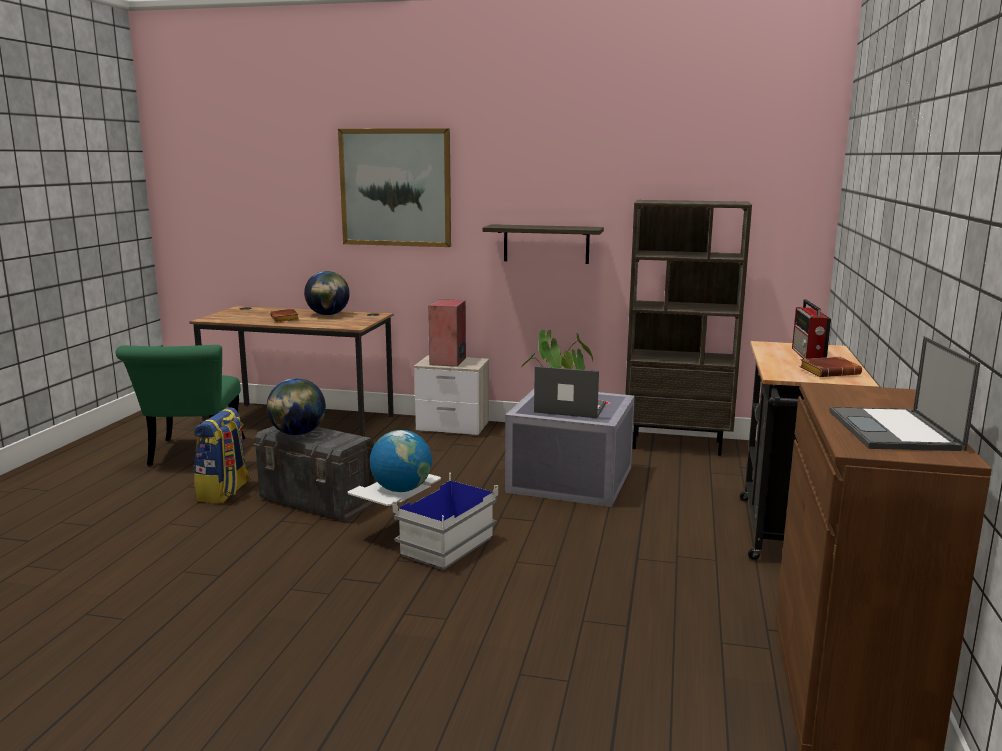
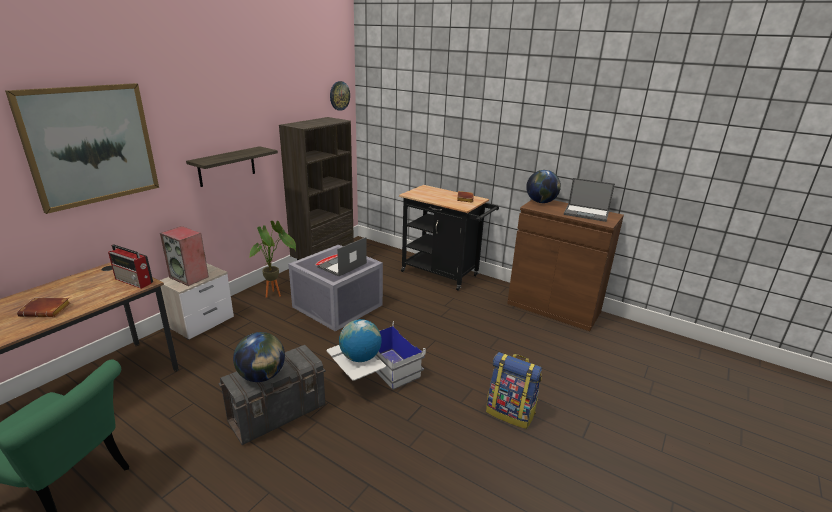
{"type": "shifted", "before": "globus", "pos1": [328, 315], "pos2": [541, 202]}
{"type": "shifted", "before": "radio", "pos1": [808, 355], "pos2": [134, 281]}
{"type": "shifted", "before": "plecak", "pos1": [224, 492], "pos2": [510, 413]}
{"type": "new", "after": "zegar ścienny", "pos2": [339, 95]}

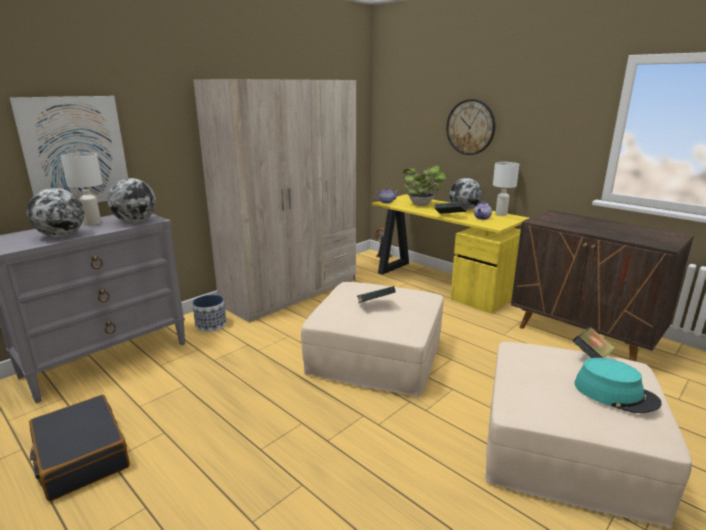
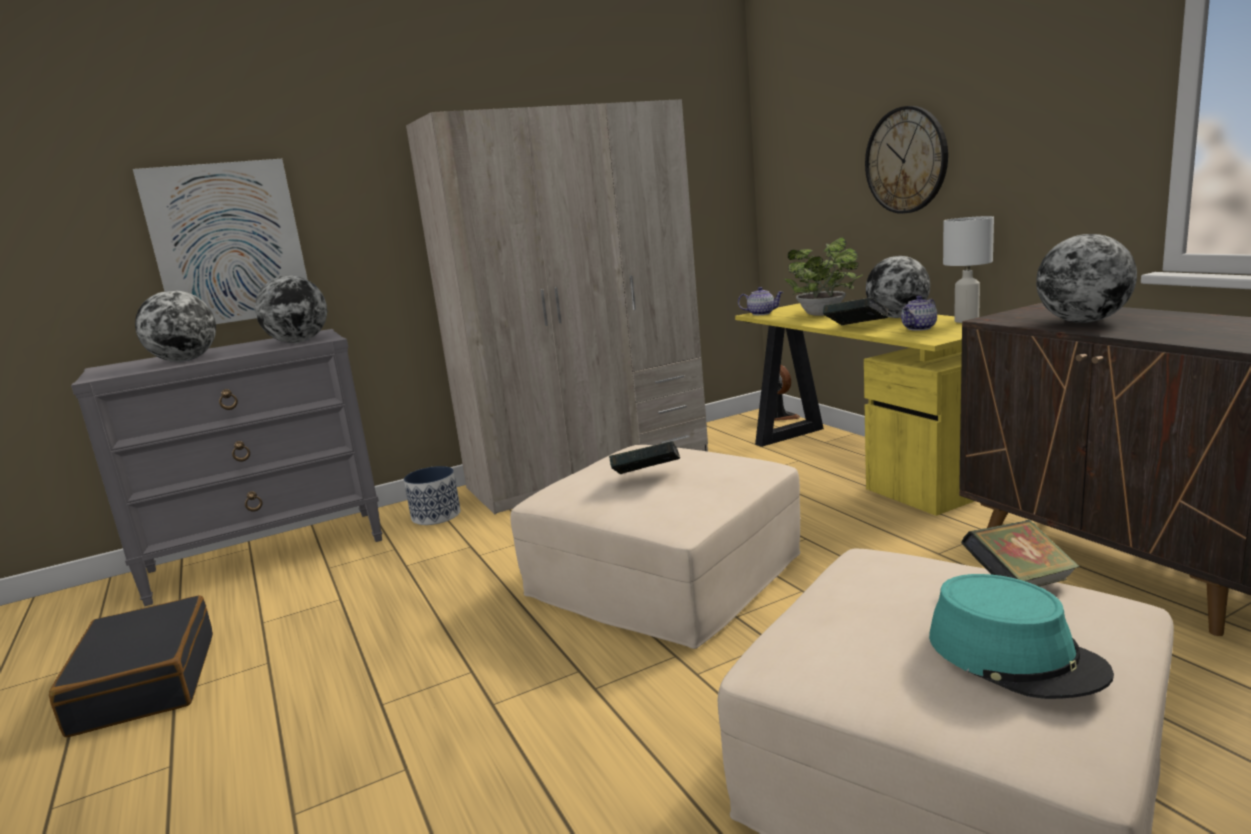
{"type": "gone", "before": "lampa stołowa [biały]", "pos1": [93, 223]}
{"type": "new", "after": "globus", "pos2": [1082, 322]}

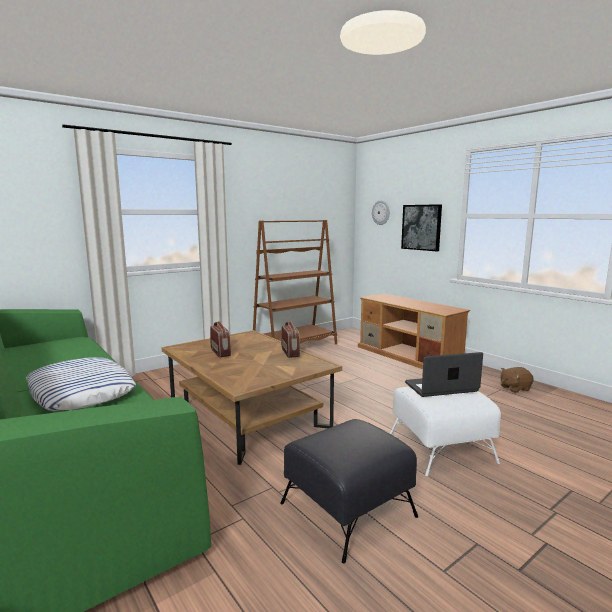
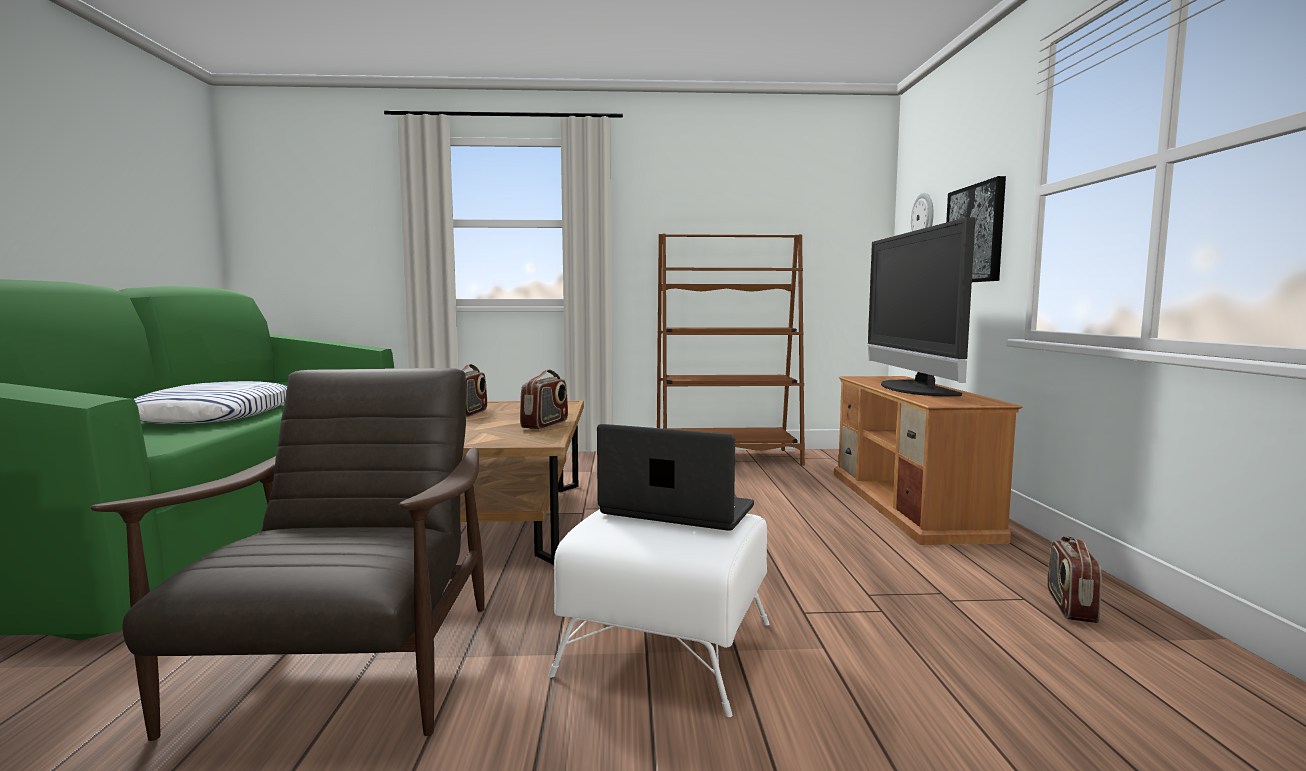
{"type": "swapped", "before": "pluszak [brązowy]", "after": "radio", "pos1": [514, 388], "pos2": [1070, 606]}
{"type": "swapped", "before": "pufa [czarny]", "after": "fotel [brązowy]", "pos1": [348, 509], "pos2": [345, 669]}
{"type": "new", "after": "telewizor", "pos2": [913, 388]}

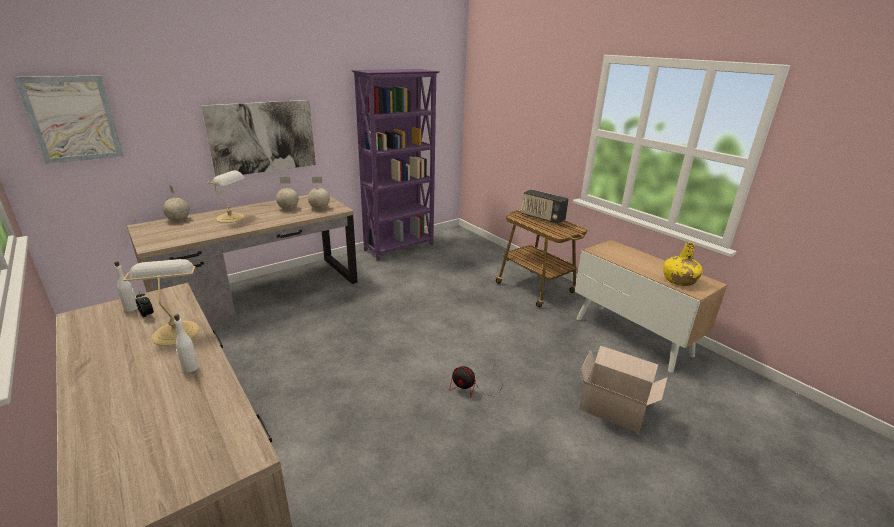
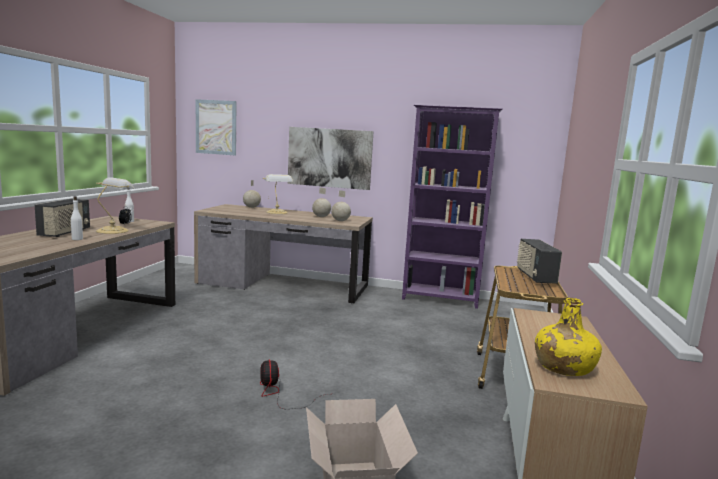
{"type": "new", "after": "radio", "pos2": [65, 233]}

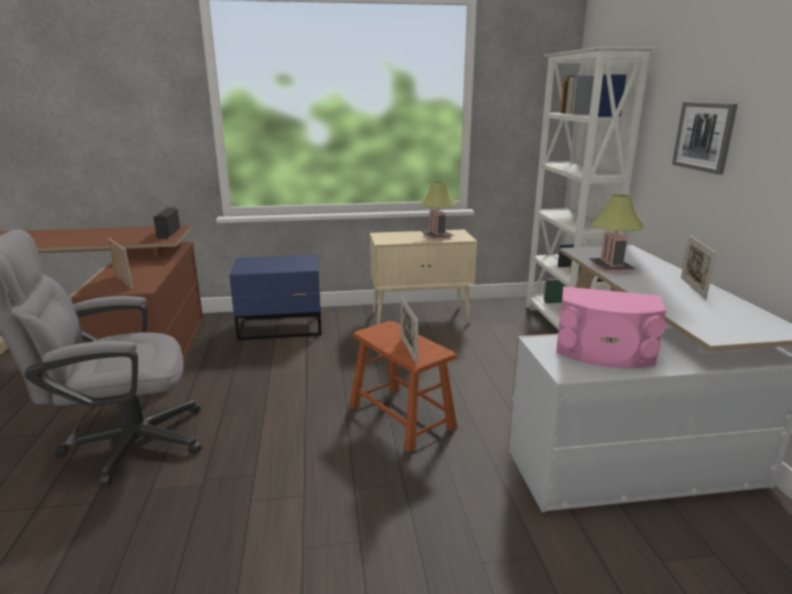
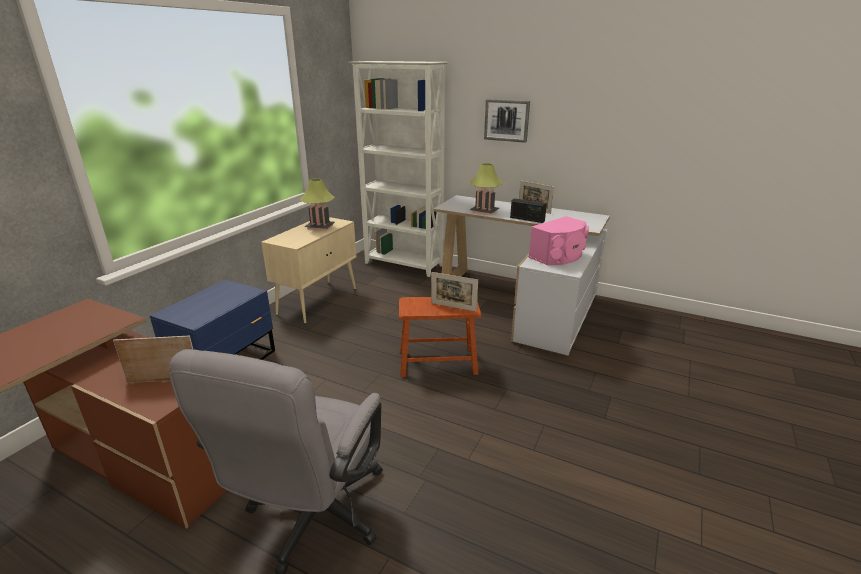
{"type": "shifted", "before": "radio", "pos1": [168, 233], "pos2": [527, 219]}

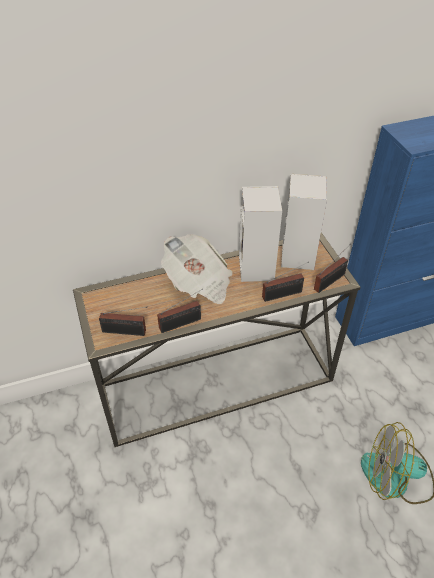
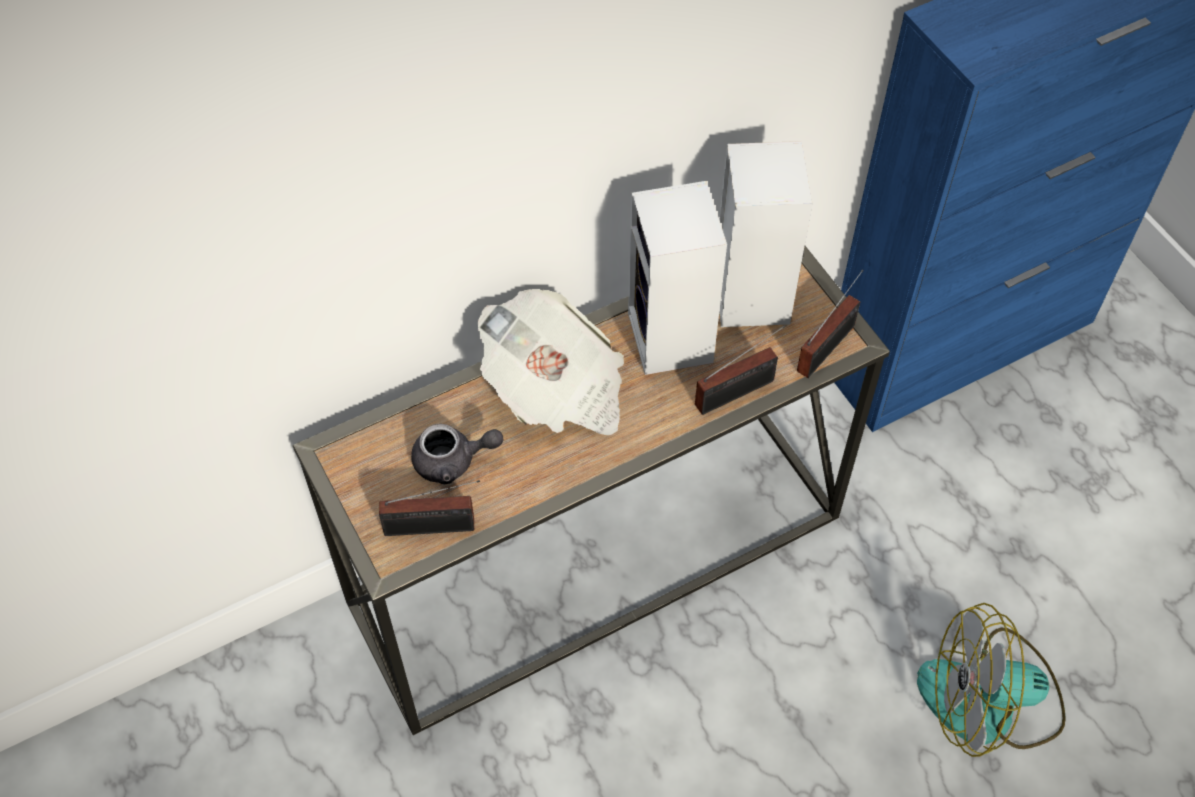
{"type": "gone", "before": "radio", "pos1": [182, 323]}
{"type": "new", "after": "imbryk [szary]", "pos2": [453, 461]}

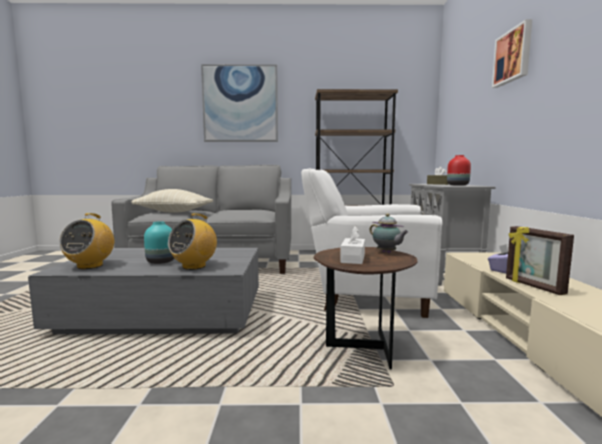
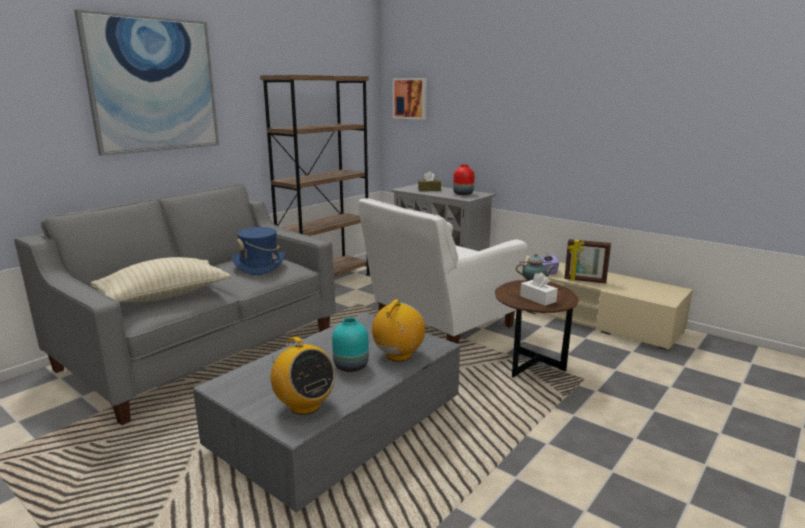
{"type": "shifted", "before": "obraz", "pos1": [513, 56], "pos2": [410, 98]}
{"type": "rotated", "before": "radio", "pos1": [194, 266], "pos2": [398, 355], "turn": -135}
{"type": "new", "after": "kapelusz [niebieski]", "pos2": [260, 265]}

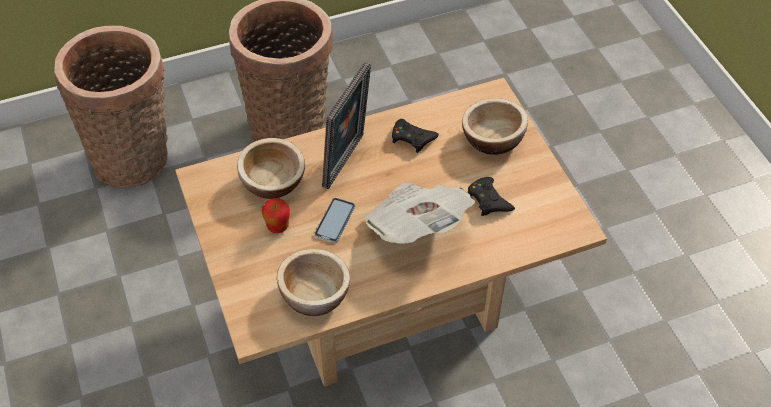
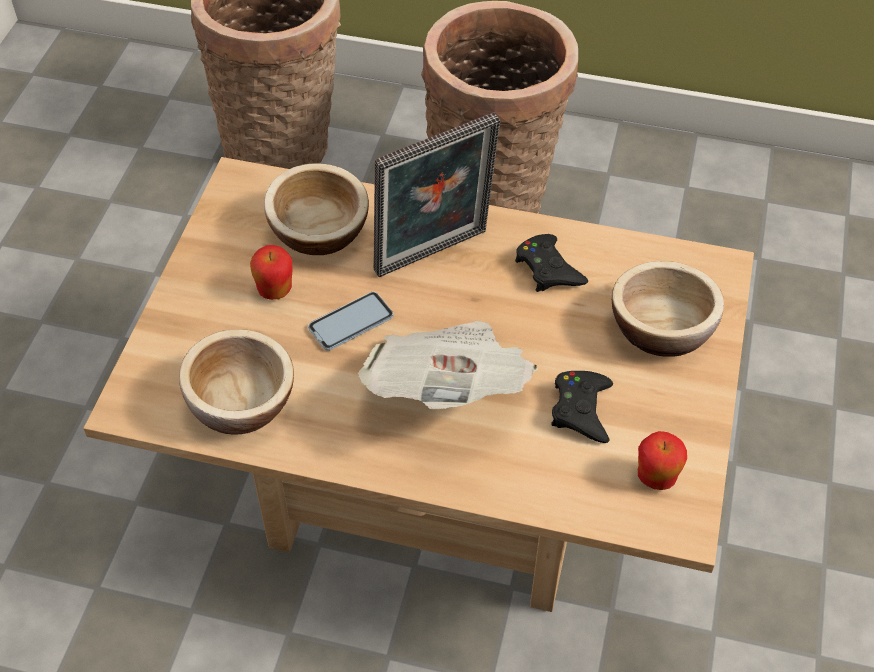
{"type": "new", "after": "jabłko", "pos2": [656, 477]}

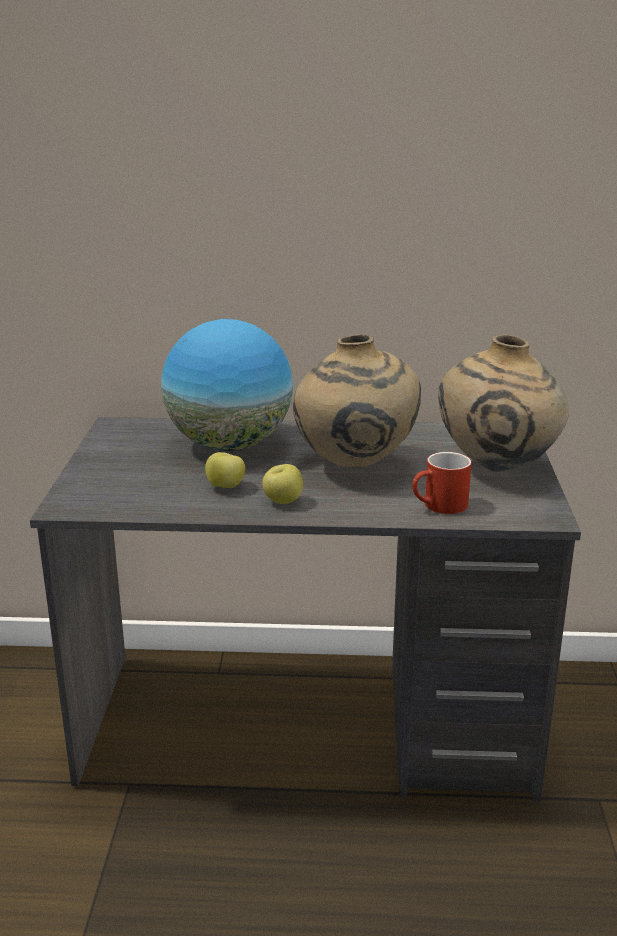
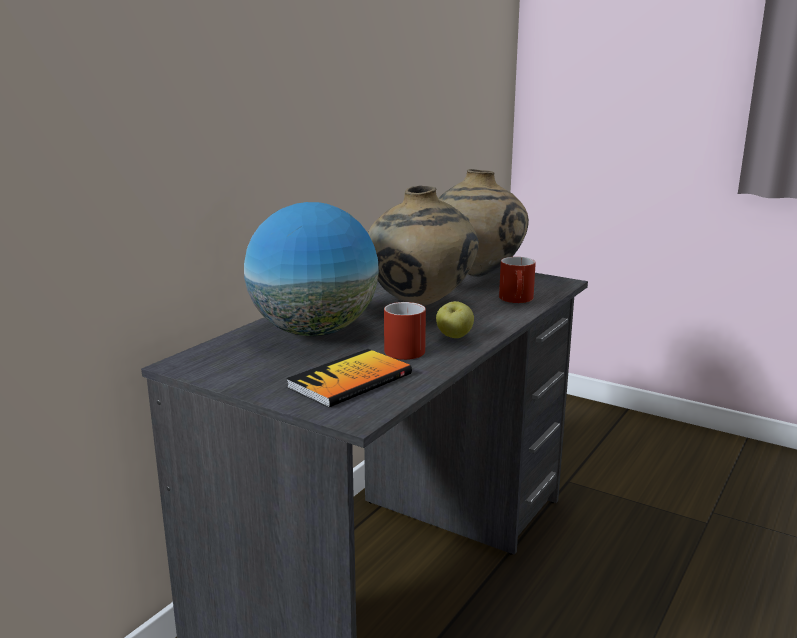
{"type": "swapped", "before": "jabłko", "after": "kubek [czerwony]", "pos1": [226, 487], "pos2": [401, 349]}
{"type": "new", "after": "książka", "pos2": [350, 381]}

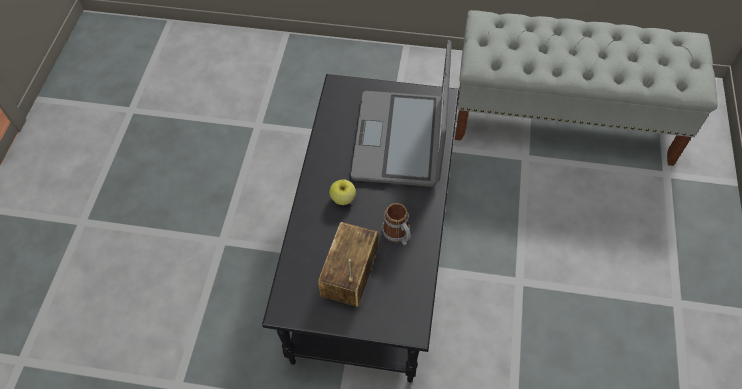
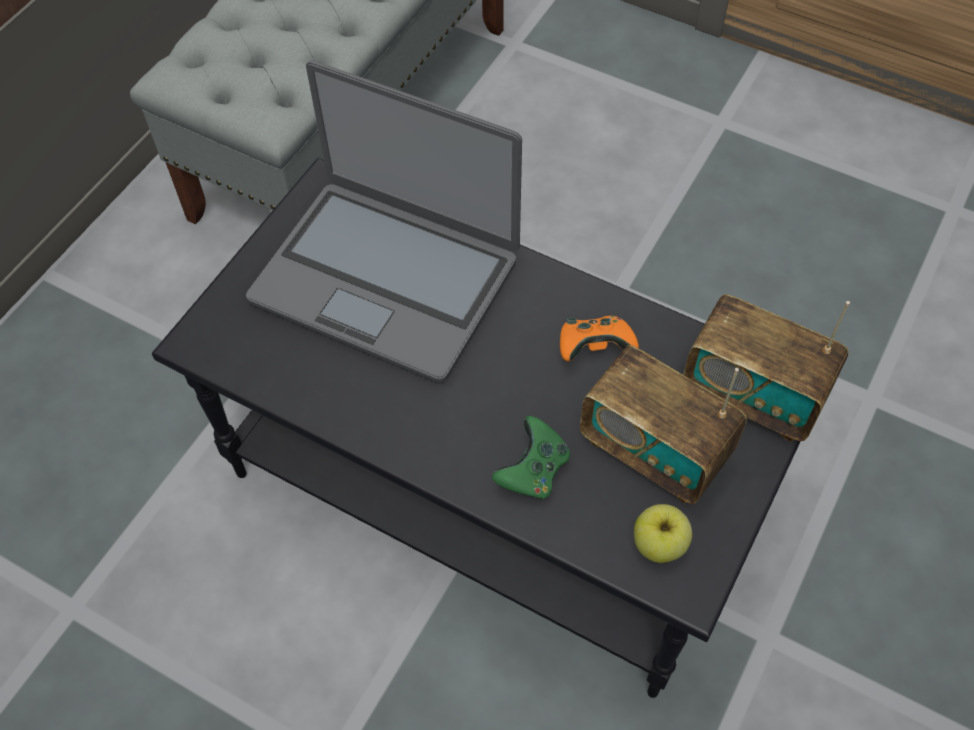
{"type": "shifted", "before": "jabłko", "pos1": [343, 199], "pos2": [659, 544]}
{"type": "swapped", "before": "kubek", "after": "pad do gier [pomarańczowy]", "pos1": [398, 235], "pos2": [594, 348]}
{"type": "new", "after": "radio", "pos2": [752, 395]}
{"type": "new", "after": "pad do gier [zielony]", "pos2": [533, 471]}

